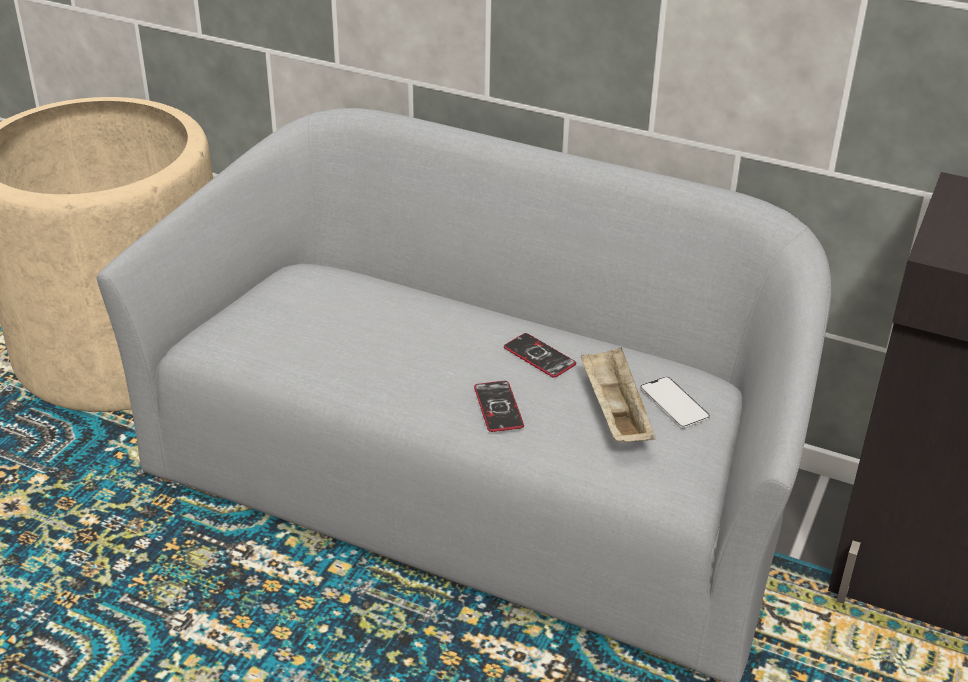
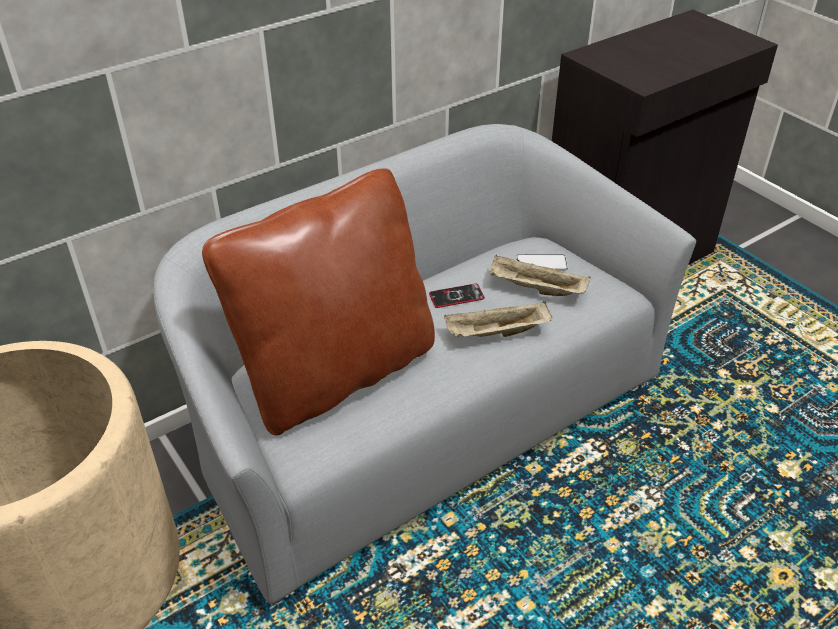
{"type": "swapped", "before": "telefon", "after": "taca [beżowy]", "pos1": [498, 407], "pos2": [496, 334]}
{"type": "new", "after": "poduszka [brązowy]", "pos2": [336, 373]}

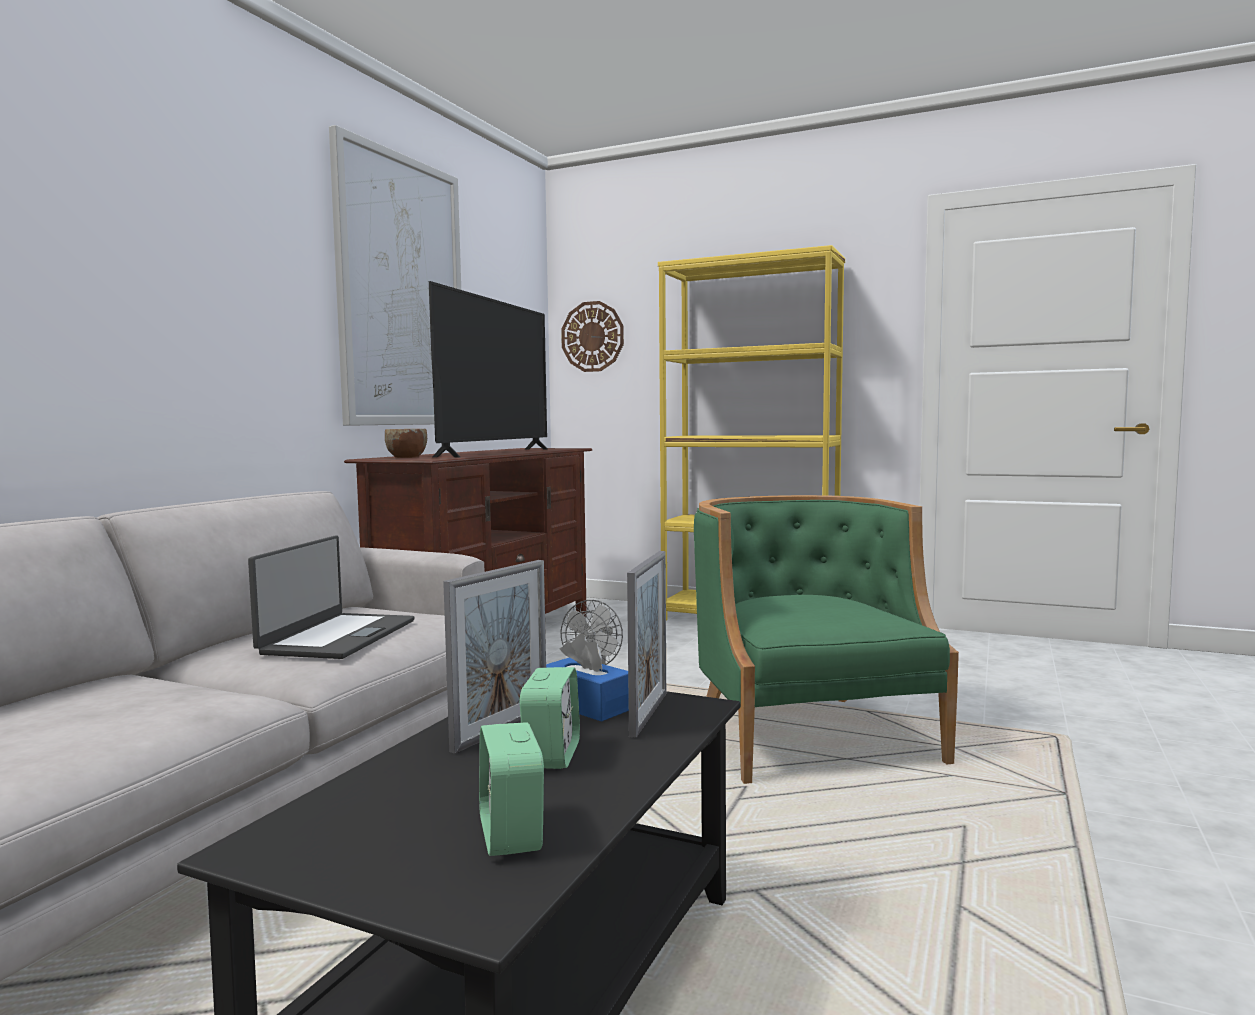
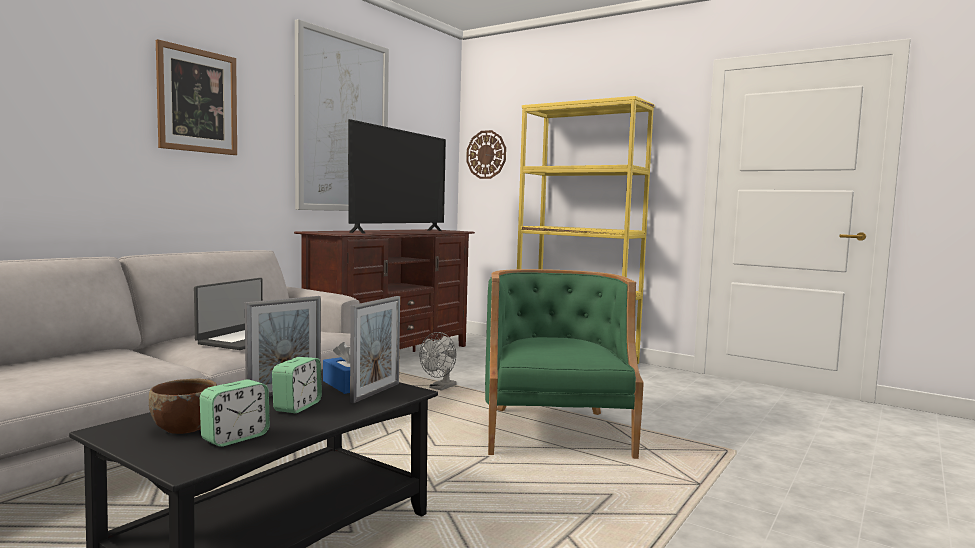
{"type": "shifted", "before": "miska [brązowy]", "pos1": [406, 457], "pos2": [184, 427]}
{"type": "rotated", "before": "budzik", "pos1": [511, 833], "pos2": [235, 438], "turn": -135}
{"type": "new", "after": "obraz", "pos2": [197, 101]}

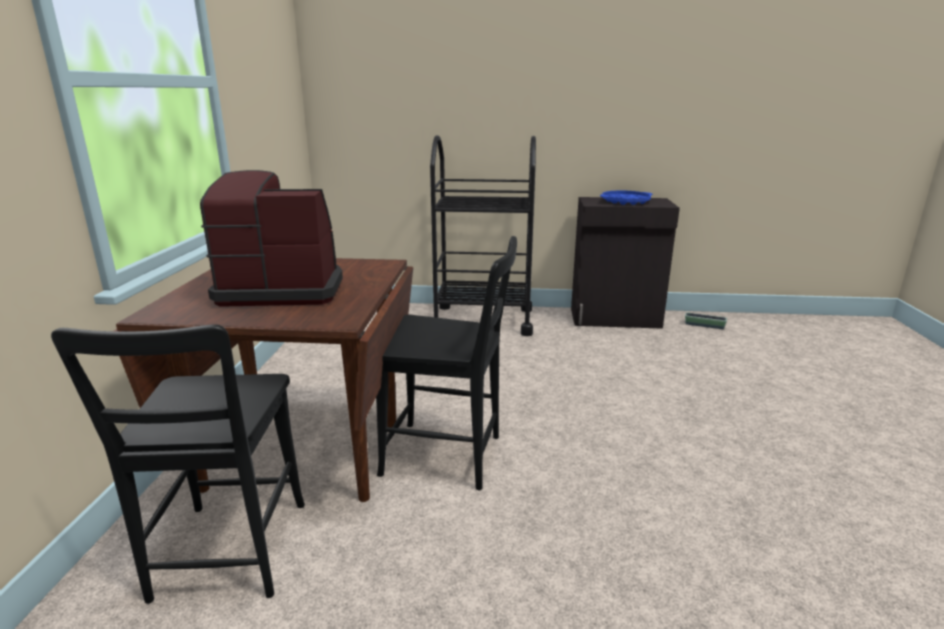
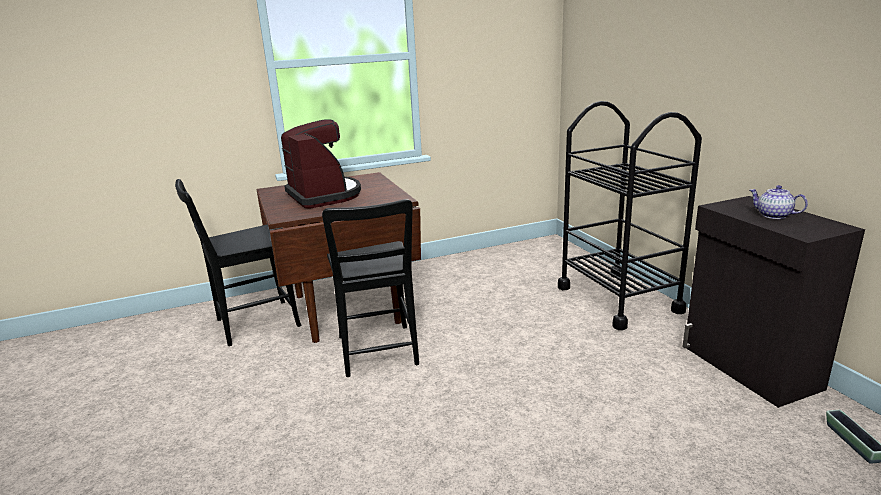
{"type": "swapped", "before": "taca [niebieski]", "after": "imbryk", "pos1": [625, 201], "pos2": [773, 215]}

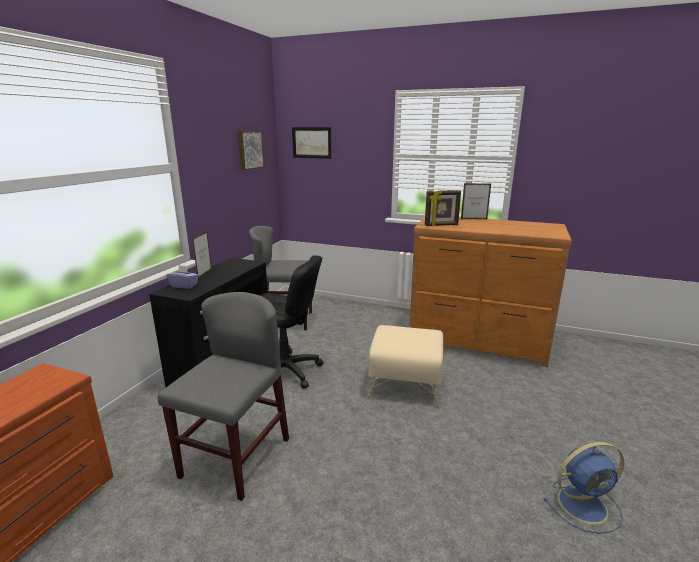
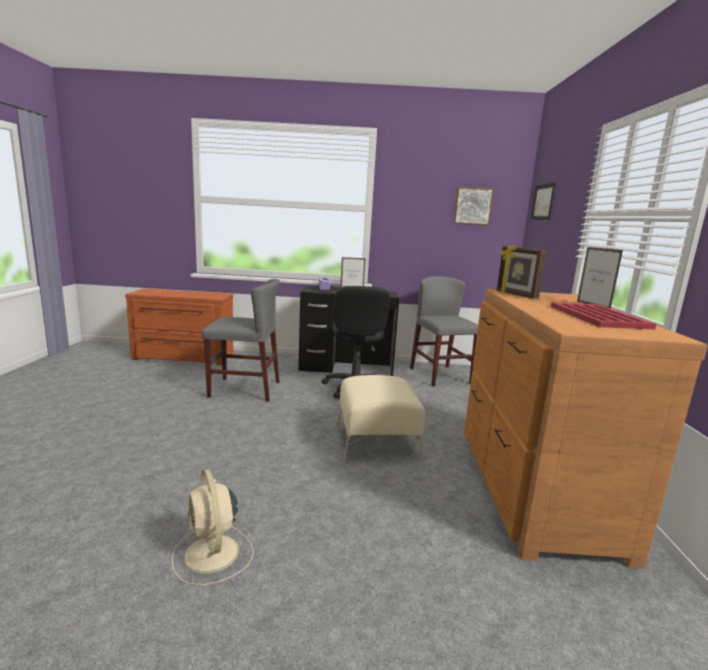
{"type": "repainted", "before": "wentylator [niebieski]", "after": "wentylator [beżowy]", "pos1": [584, 504], "pos2": [212, 555]}
{"type": "new", "after": "taca [czerwony]", "pos2": [598, 317]}

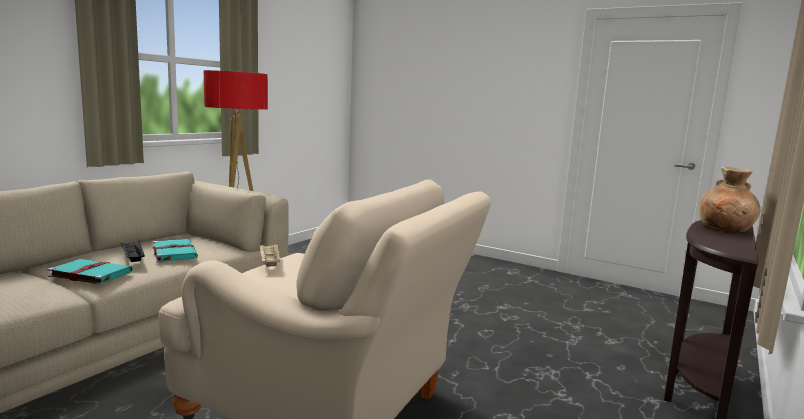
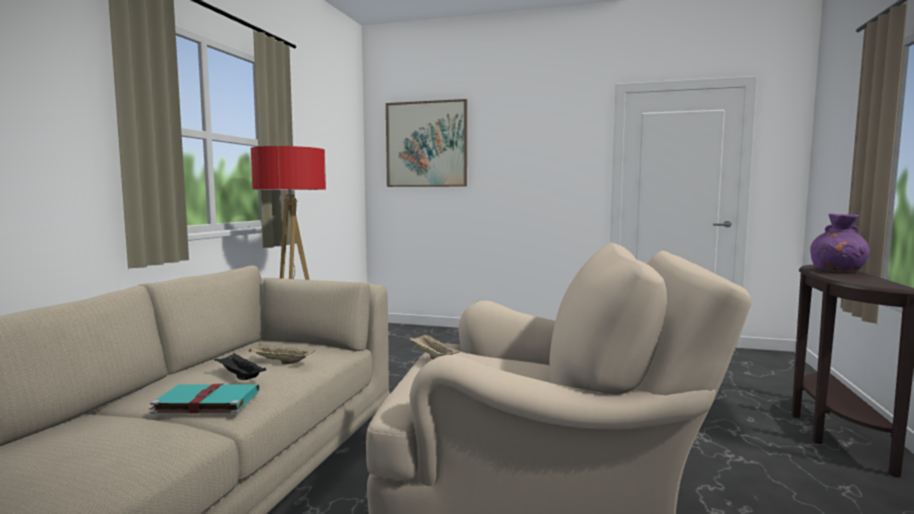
{"type": "repainted", "before": "wazon [brązowy]", "after": "wazon [fioletowy]", "pos1": [725, 229], "pos2": [837, 271]}
{"type": "swapped", "before": "książka [turkusowy]", "after": "taca [beżowy]", "pos1": [174, 252], "pos2": [280, 362]}
{"type": "new", "after": "obraz", "pos2": [426, 144]}

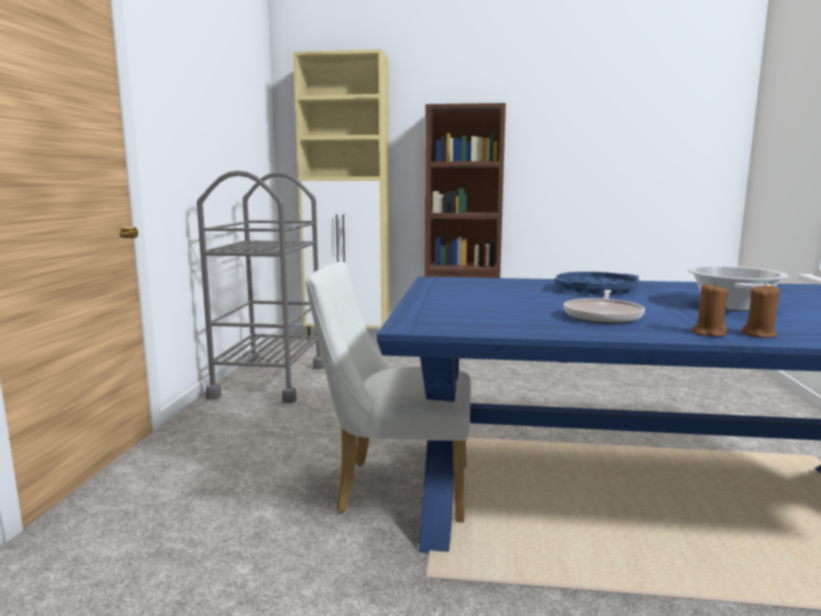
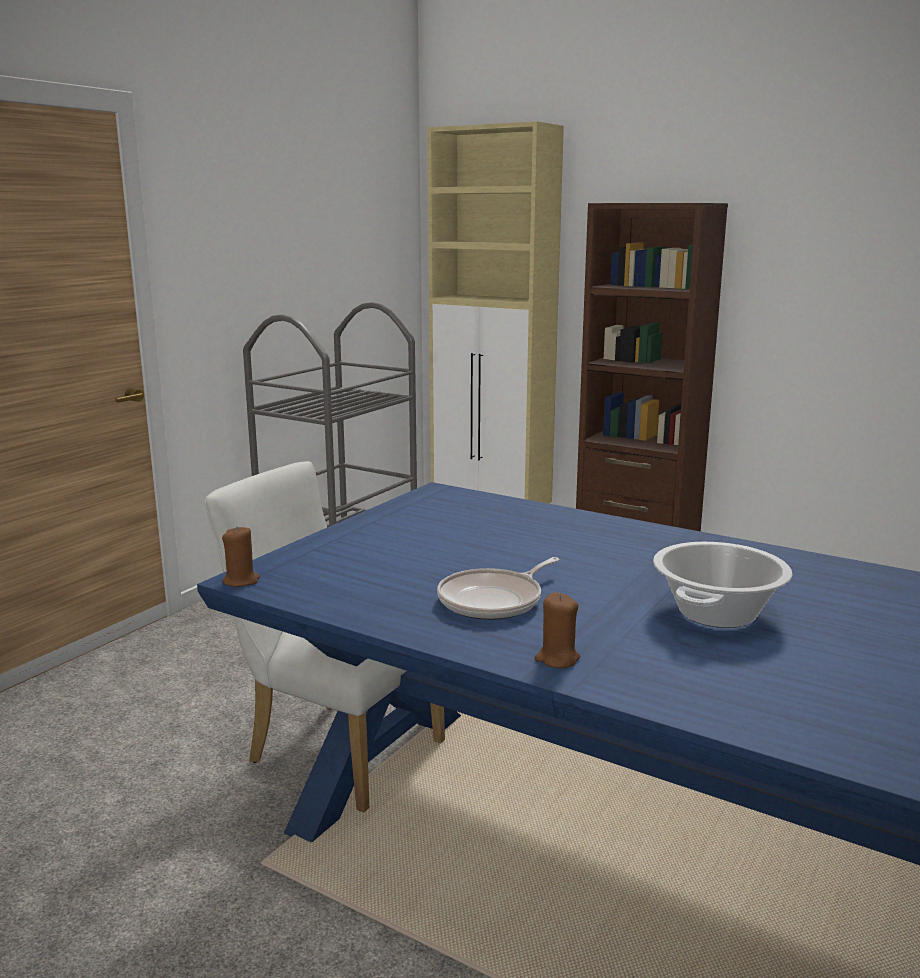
{"type": "gone", "before": "taca [niebieski]", "pos1": [596, 289]}
{"type": "shifted", "before": "świeca [brązowy]", "pos1": [759, 334], "pos2": [241, 581]}

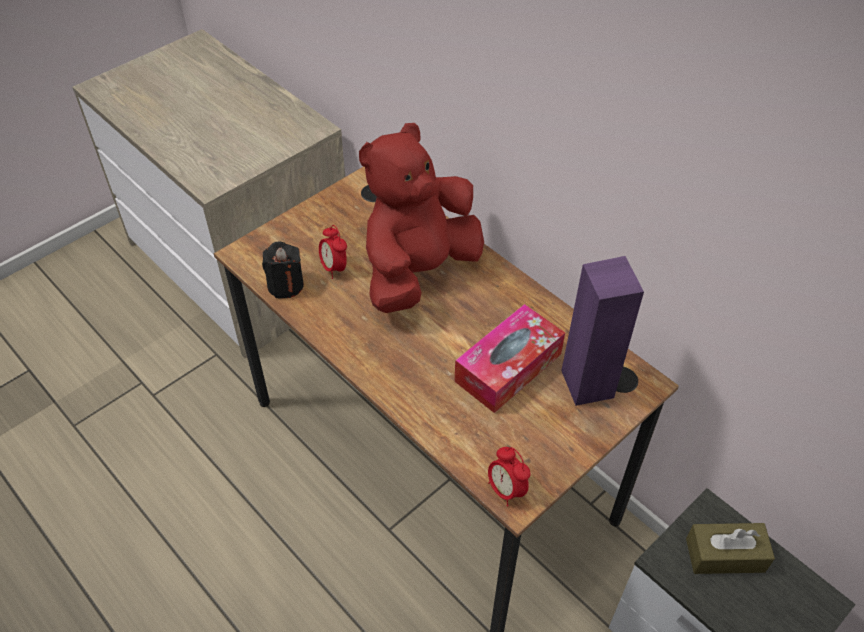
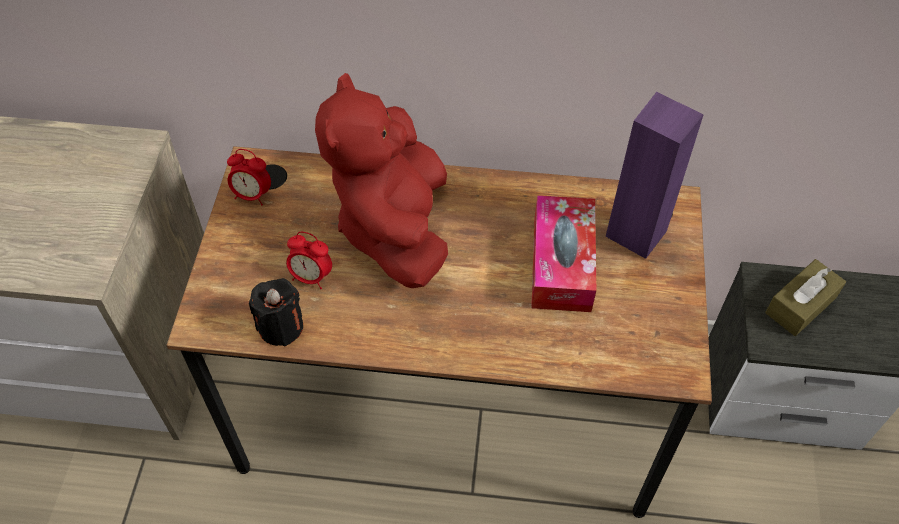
{"type": "shifted", "before": "budzik", "pos1": [506, 490], "pos2": [252, 195]}

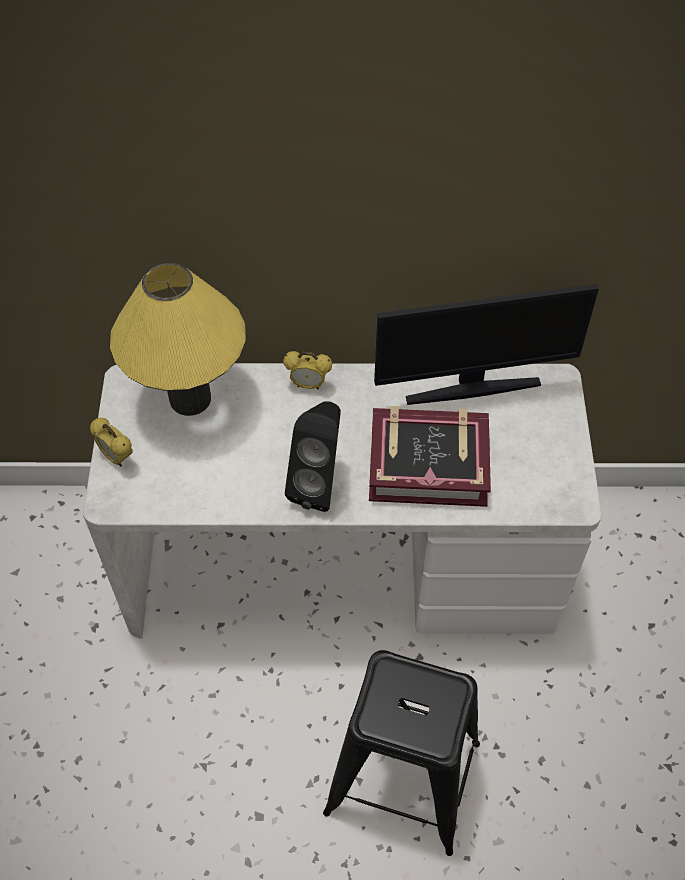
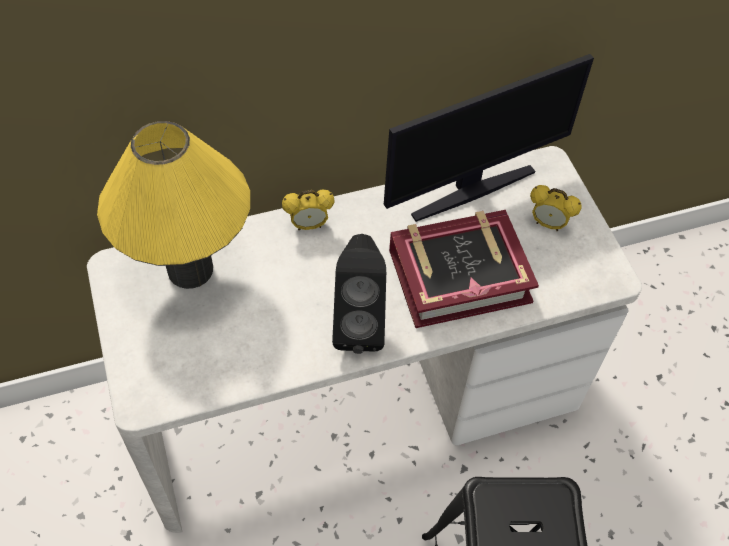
{"type": "shifted", "before": "budzik", "pos1": [117, 457], "pos2": [548, 224]}

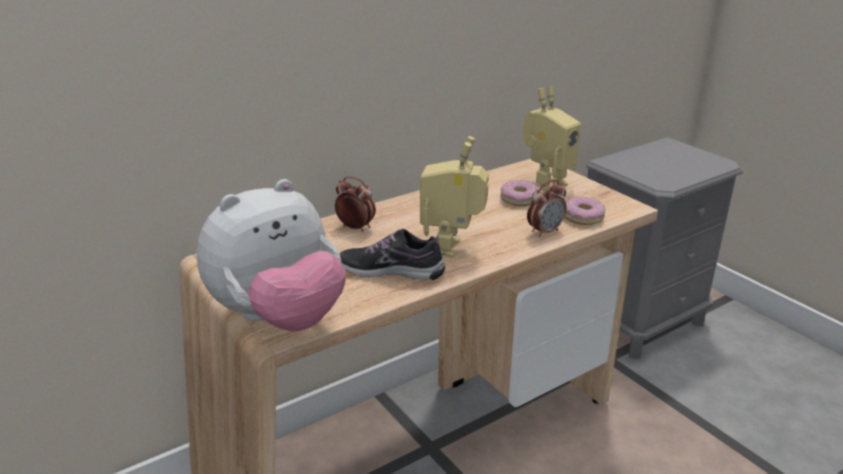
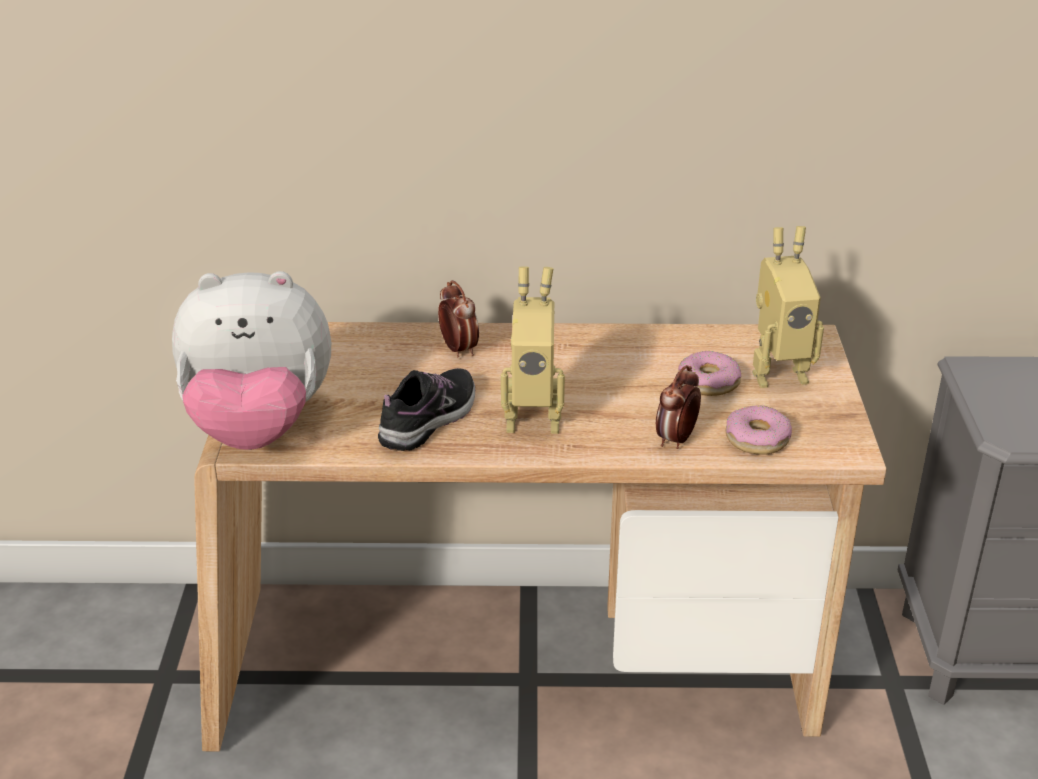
{"type": "rotated", "before": "robot zabawkowy", "pos1": [453, 248], "pos2": [533, 418], "turn": -135}
{"type": "rotated", "before": "budzik", "pos1": [545, 231], "pos2": [676, 440], "turn": 120}
{"type": "rotated", "before": "but", "pos1": [391, 271], "pos2": [430, 419], "turn": 75}

